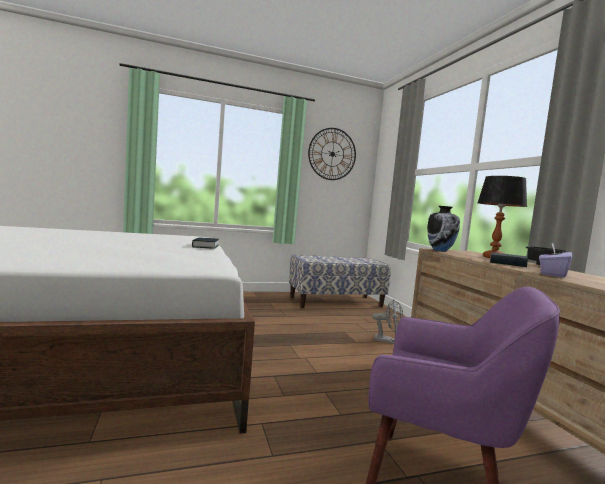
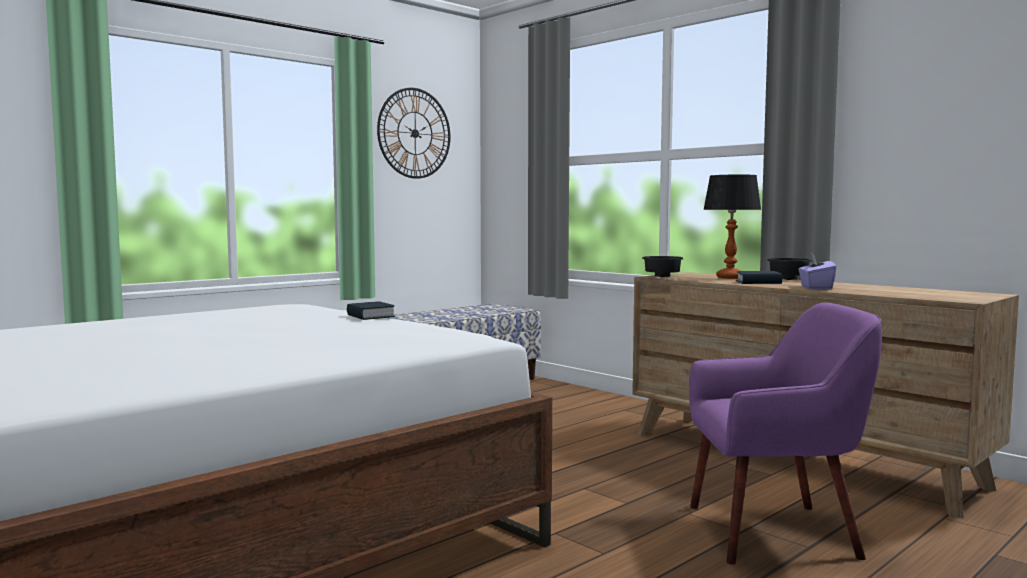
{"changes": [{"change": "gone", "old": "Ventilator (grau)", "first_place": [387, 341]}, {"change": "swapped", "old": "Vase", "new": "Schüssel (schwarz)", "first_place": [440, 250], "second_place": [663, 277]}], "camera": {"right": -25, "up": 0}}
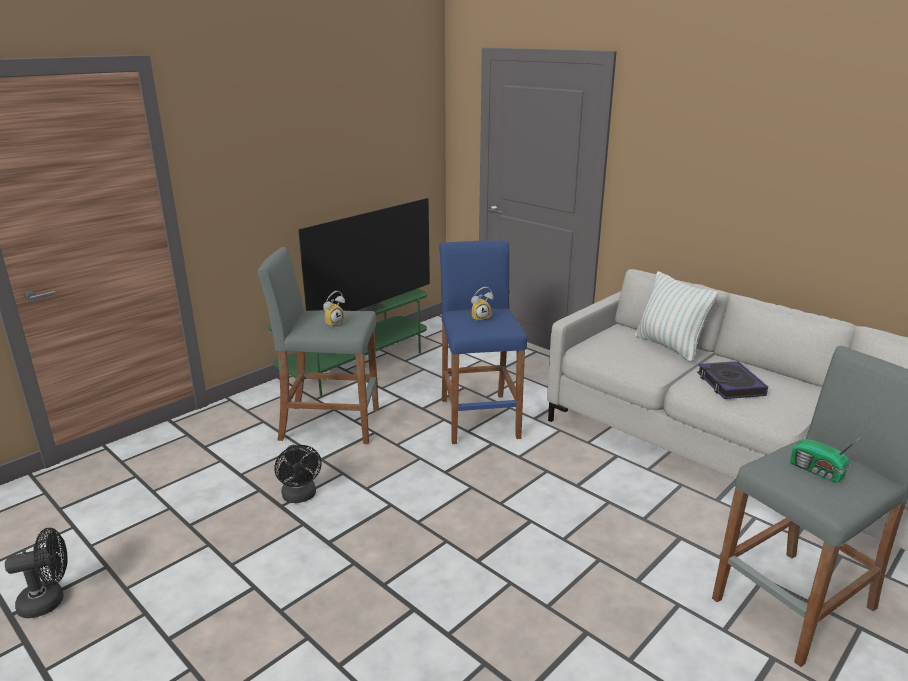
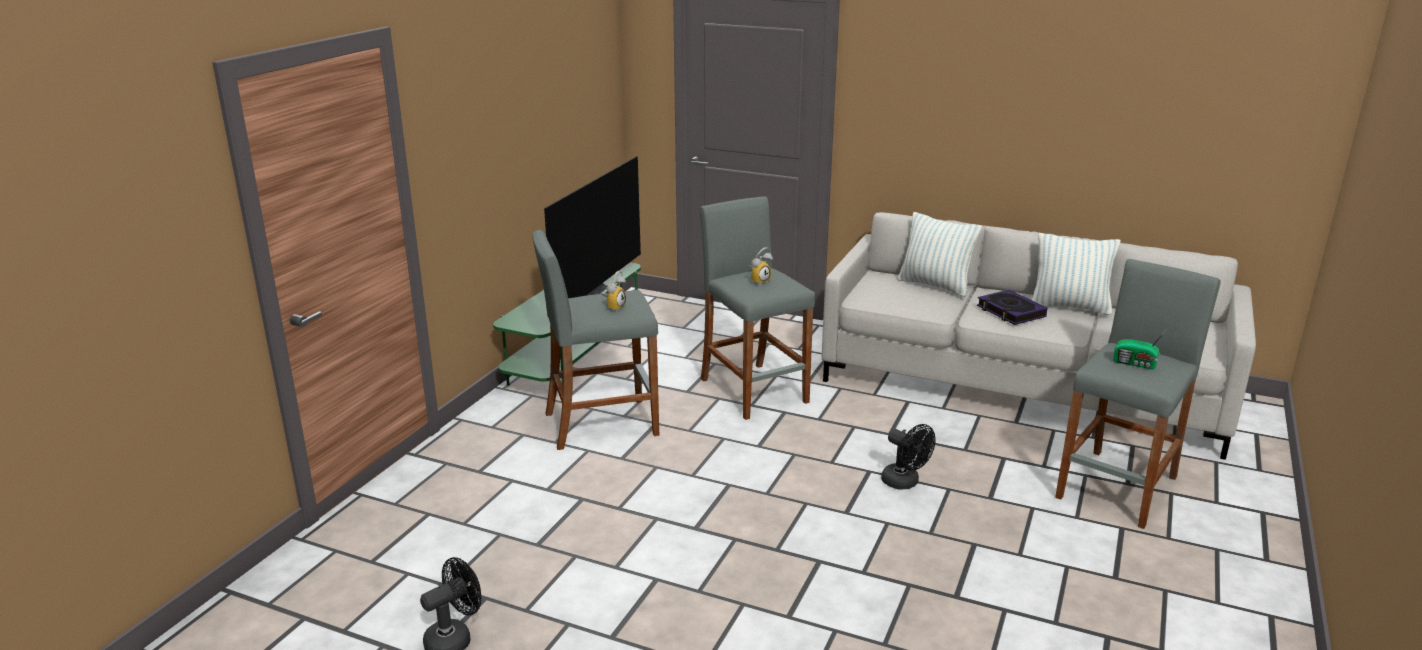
{"changes": [{"change": "new", "new": "Kissen", "second_place": [1069, 307]}, {"change": "shifted", "old": "Ventilator (schwarz)", "first_place": [300, 497], "second_place": [905, 483]}, {"change": "repainted", "old": "Hocker (blau)", "new": "Hocker (grau)", "first_place": [479, 418], "second_place": [753, 390]}], "camera": {"right": -20, "up": 0}}
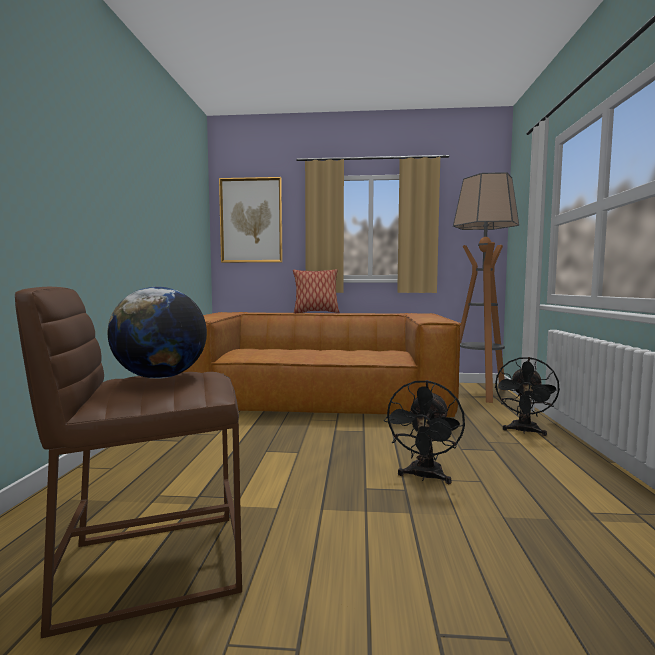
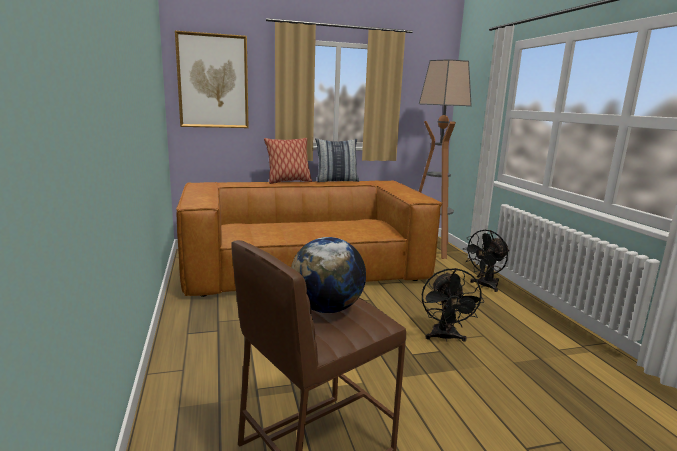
{"changes": [{"change": "new", "new": "Kissen", "second_place": [336, 181]}, {"change": "rotated", "old": "Ventilator (schwarz)", "first_place": [524, 431], "second_place": [484, 286], "degrees": 45}], "camera": {"right": -20, "up": 10}}
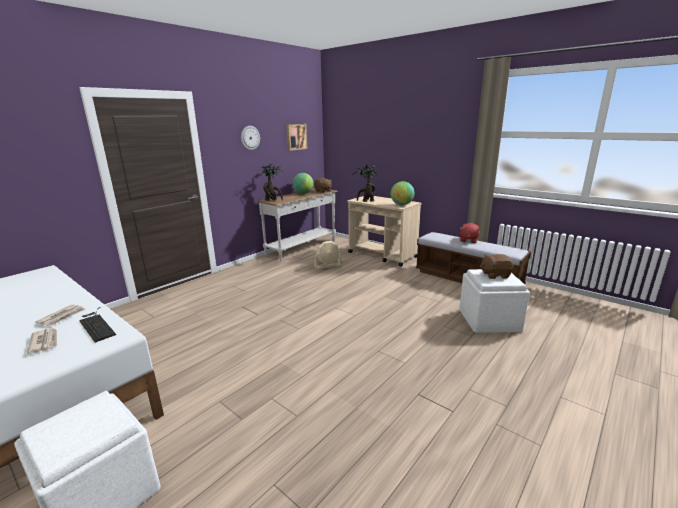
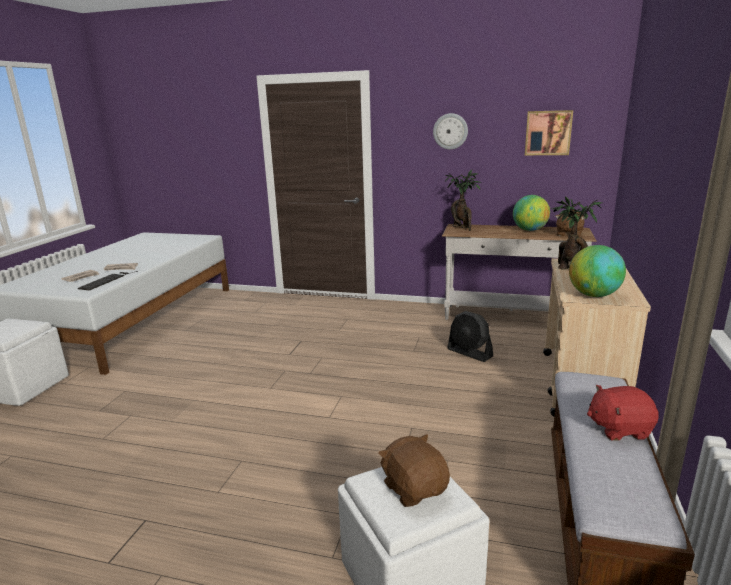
{"changes": [{"change": "repainted", "old": "Ventilator (beige)", "new": "Ventilator (schwarz)", "first_place": [328, 266], "second_place": [469, 353]}], "camera": {"right": 65, "up": 0}}
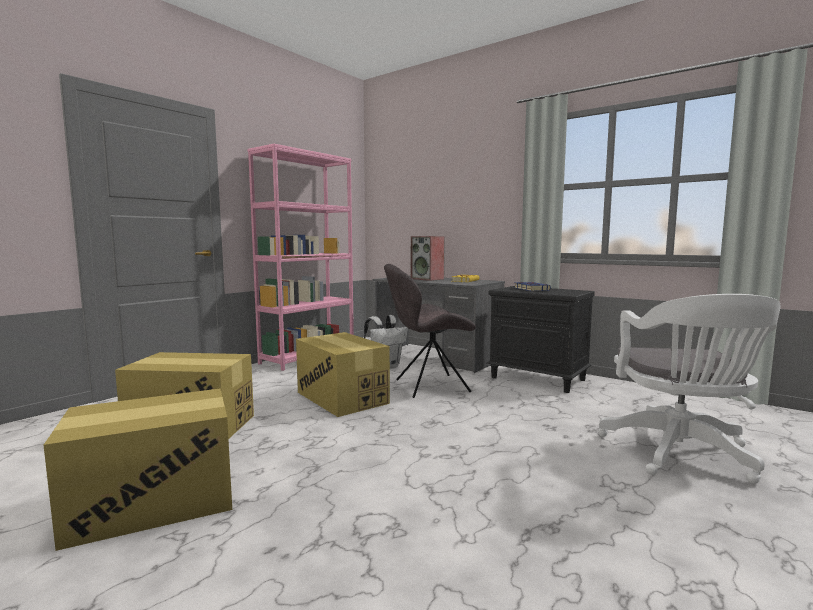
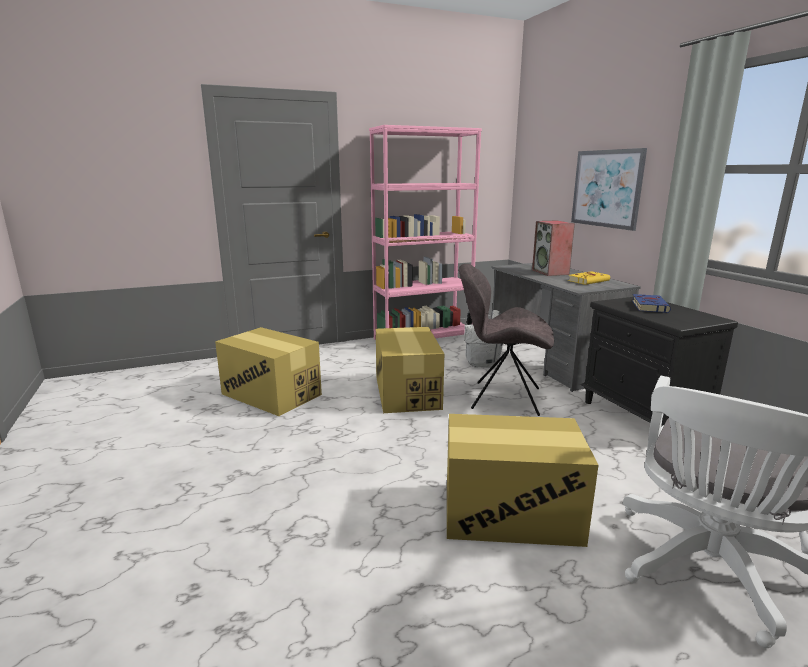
{"changes": [{"change": "new", "new": "Bild", "second_place": [606, 188]}, {"change": "shifted", "old": "Karton", "first_place": [154, 502], "second_place": [511, 512]}], "camera": {"right": 30, "up": 10}}
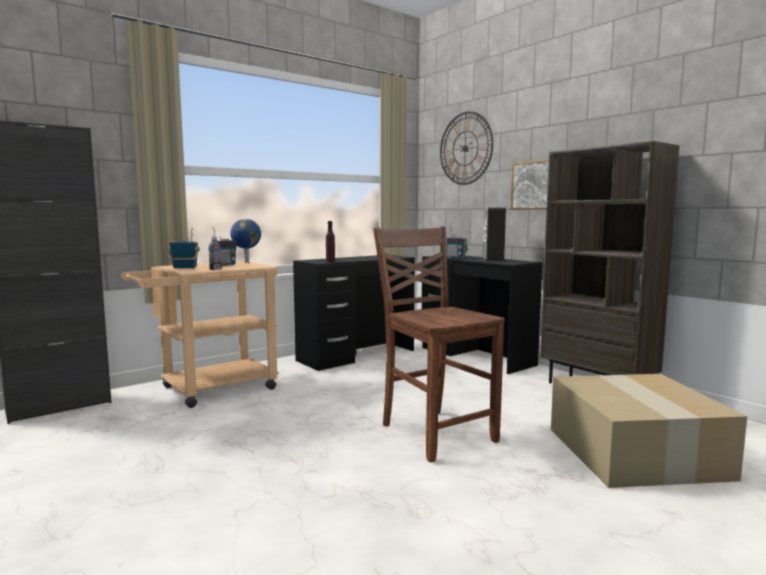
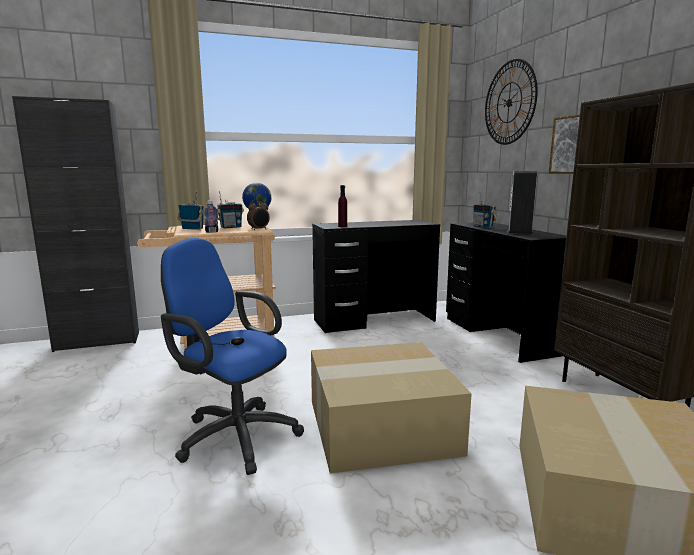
{"changes": [{"change": "new", "new": "Bürostuhl (blau)", "second_place": [233, 435]}, {"change": "new", "new": "Wecker", "second_place": [259, 229]}, {"change": "swapped", "old": "Stuhl (braun)", "new": "Karton", "first_place": [436, 432], "second_place": [383, 425]}], "camera": {"right": 20, "up": 5}}
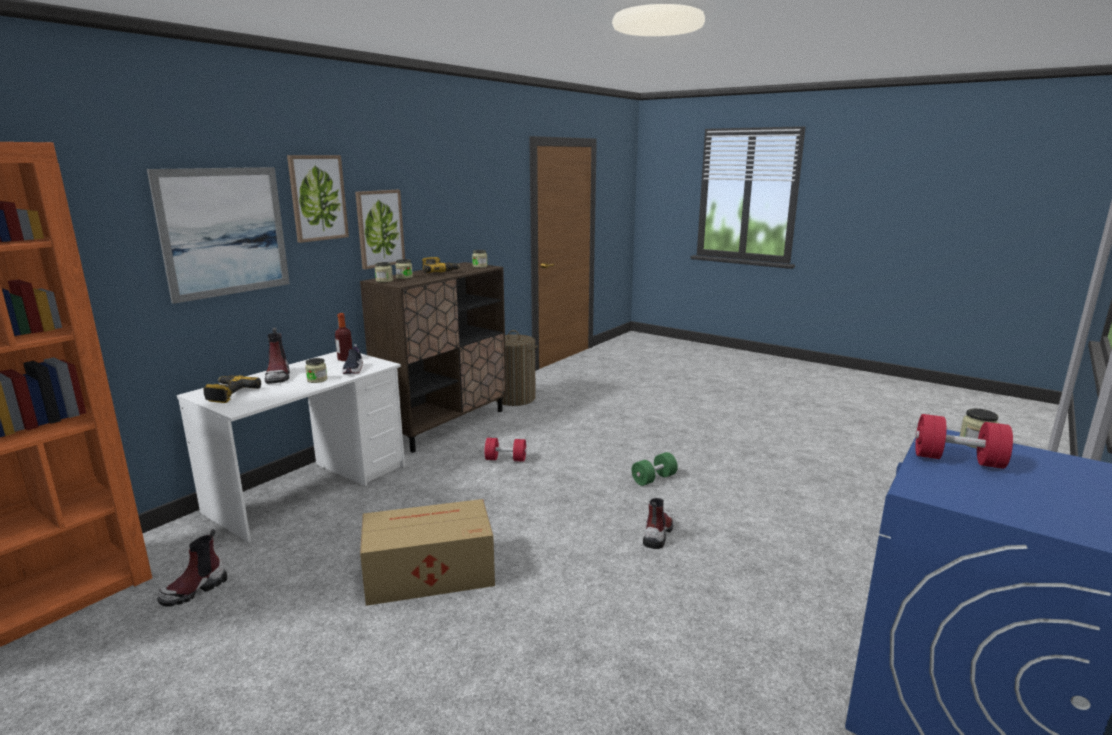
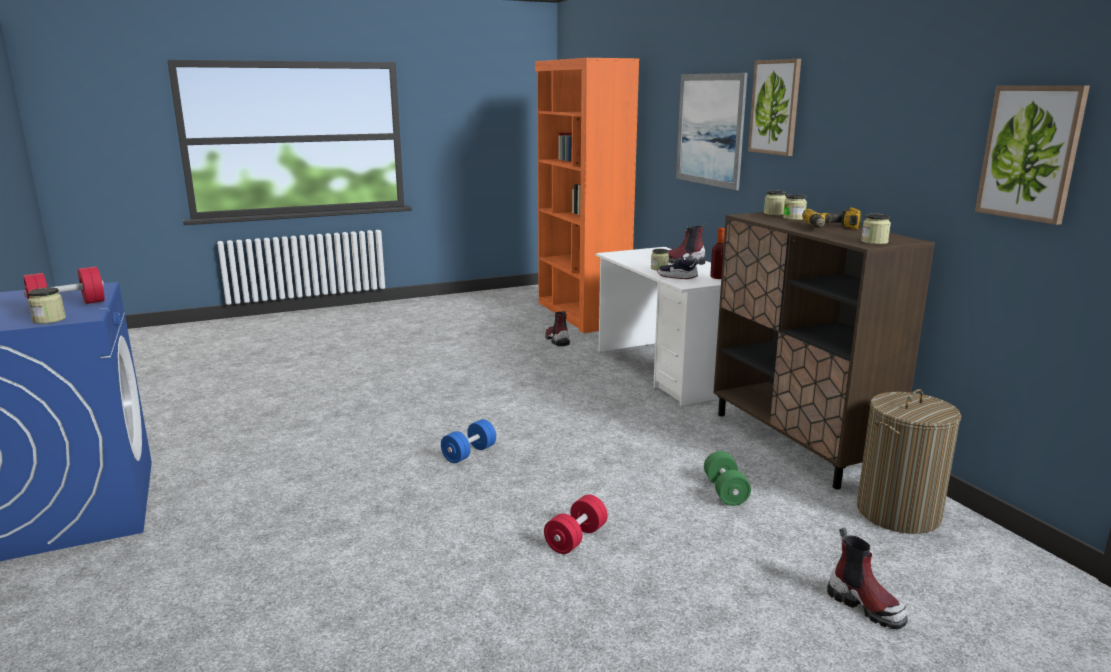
{"changes": [{"change": "gone", "old": "Bohrmaschine", "first_place": [228, 394]}, {"change": "gone", "old": "Karton", "first_place": [427, 573]}, {"change": "new", "new": "Hantel (blau)", "second_place": [469, 453]}, {"change": "shifted", "old": "Bild", "first_place": [380, 228], "second_place": [1030, 153]}, {"change": "shifted", "old": "Hantel (rot)", "first_place": [505, 459], "second_place": [576, 538]}, {"change": "shifted", "old": "Hantel (grün)", "first_place": [654, 479], "second_place": [725, 491]}, {"change": "shifted", "old": "Stiefel", "first_place": [657, 534], "second_place": [866, 606]}], "camera": {"right": 120, "up": 0}}
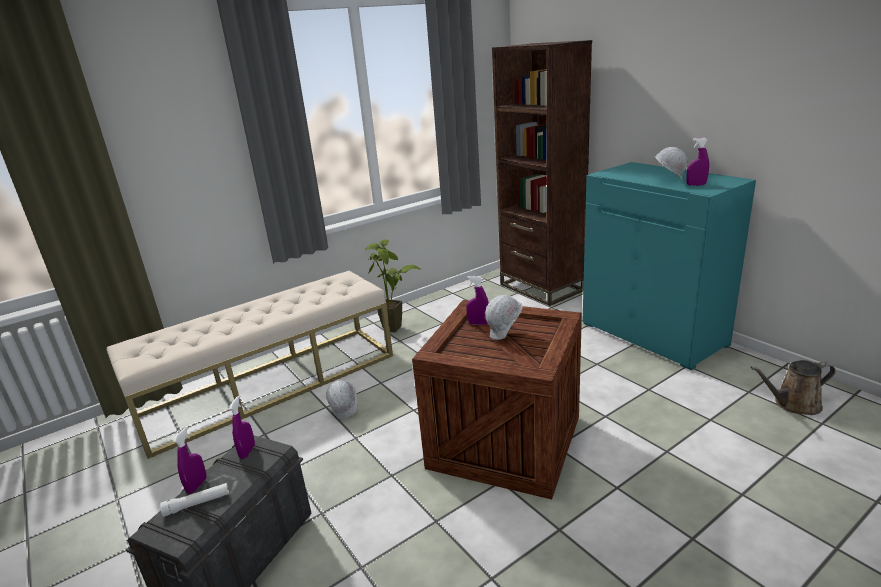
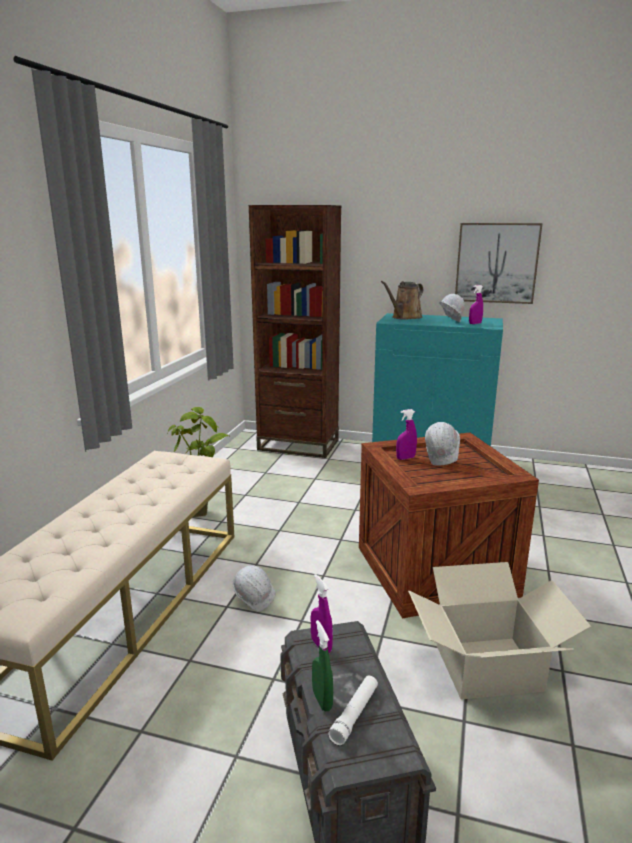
{"changes": [{"change": "new", "new": "Karton", "second_place": [489, 668]}, {"change": "new", "new": "Bild", "second_place": [496, 263]}, {"change": "shifted", "old": "Gießkanne (braun)", "first_place": [793, 404], "second_place": [405, 317]}, {"change": "repainted", "old": "Sprühflasche (lila)", "new": "Sprühflasche (grün)", "first_place": [197, 485], "second_place": [322, 700]}], "camera": {"right": -40, "up": -5}}
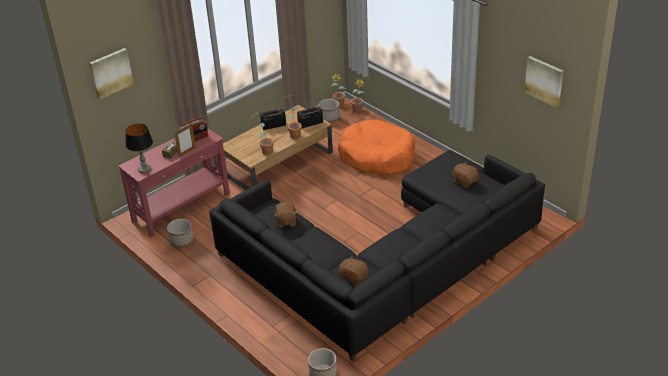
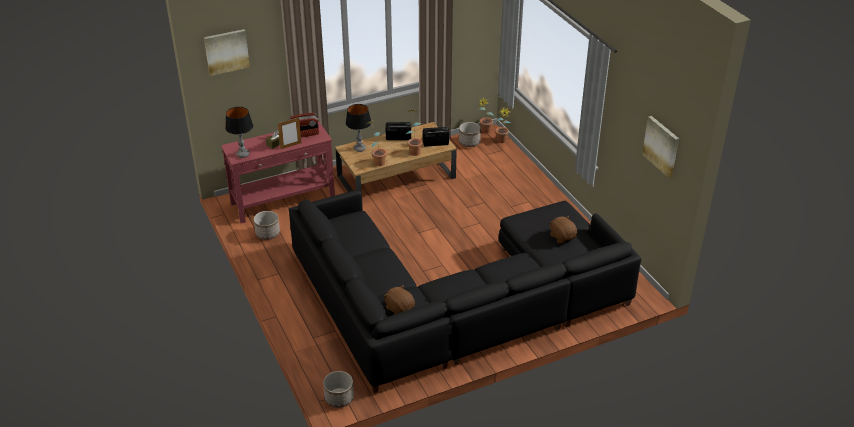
{"changes": [{"change": "gone", "old": "Plüschtier (braun)", "first_place": [286, 221]}, {"change": "gone", "old": "Hundebett (orange)", "first_place": [377, 156]}, {"change": "new", "new": "Tischlampe", "second_place": [359, 148]}], "camera": {"right": 15, "up": 0}}
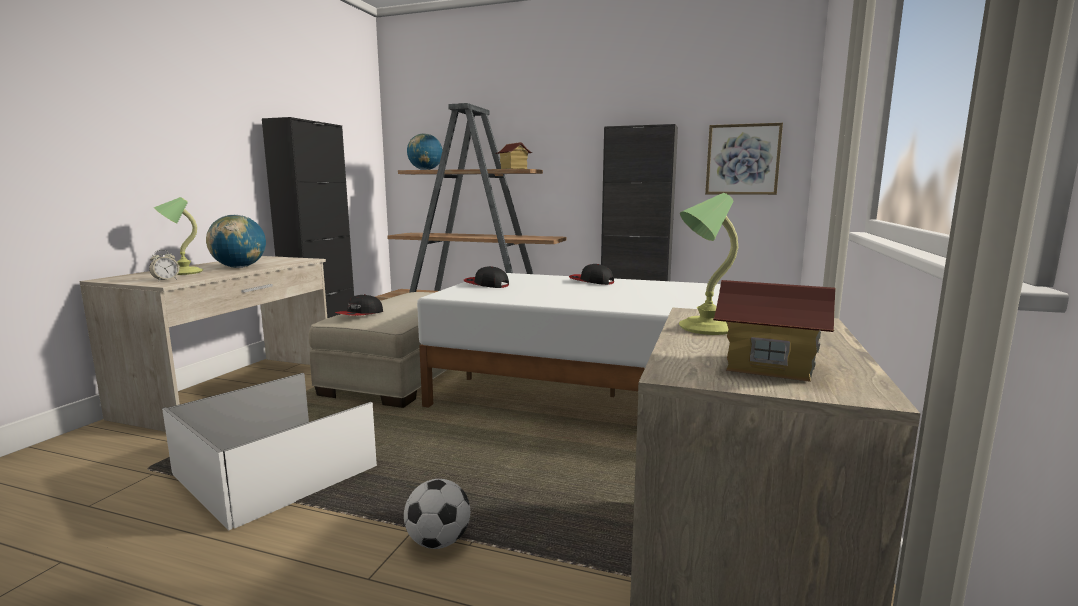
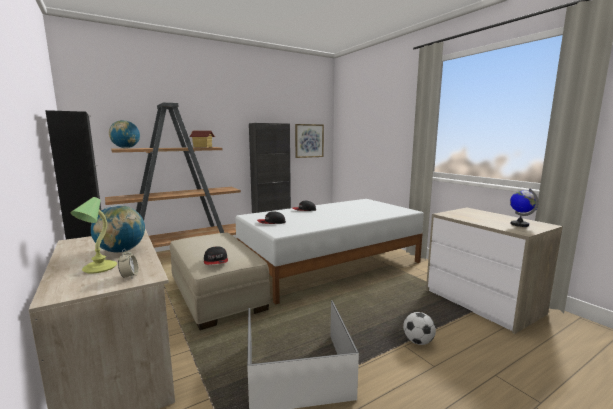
{"changes": [{"change": "gone", "old": "Tischlampe", "first_place": [704, 328]}, {"change": "swapped", "old": "Spielzeughaus", "new": "Globus", "first_place": [768, 367], "second_place": [519, 224]}], "camera": {"right": -50, "up": 0}}
